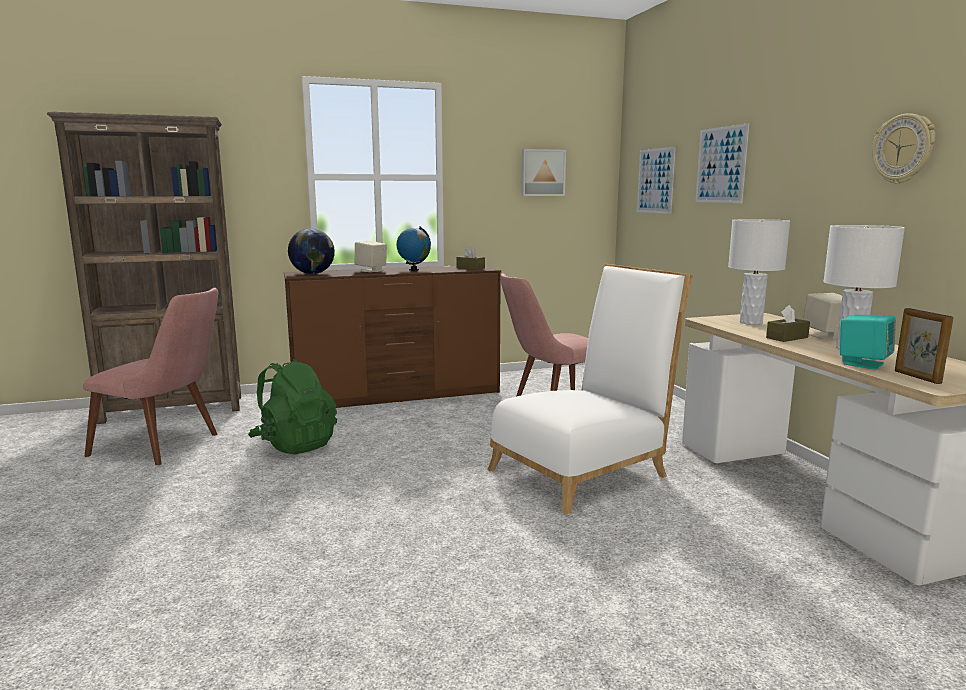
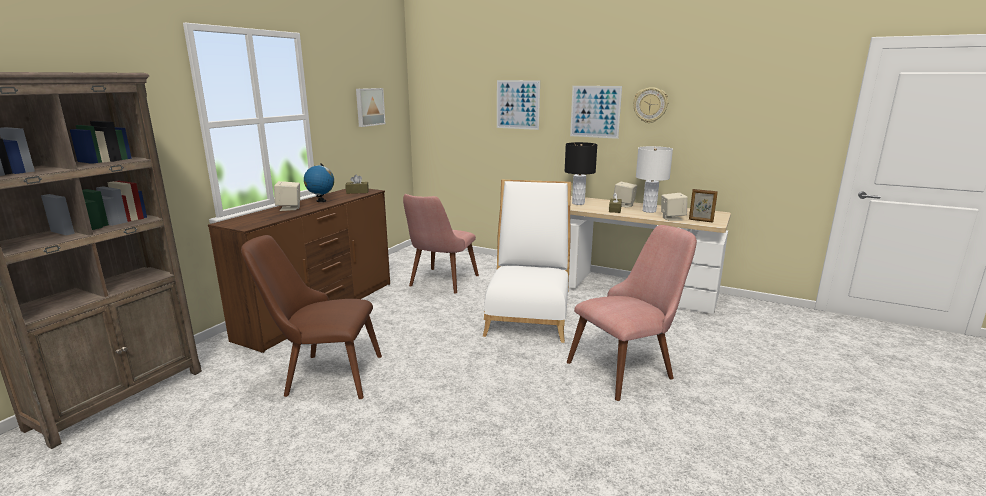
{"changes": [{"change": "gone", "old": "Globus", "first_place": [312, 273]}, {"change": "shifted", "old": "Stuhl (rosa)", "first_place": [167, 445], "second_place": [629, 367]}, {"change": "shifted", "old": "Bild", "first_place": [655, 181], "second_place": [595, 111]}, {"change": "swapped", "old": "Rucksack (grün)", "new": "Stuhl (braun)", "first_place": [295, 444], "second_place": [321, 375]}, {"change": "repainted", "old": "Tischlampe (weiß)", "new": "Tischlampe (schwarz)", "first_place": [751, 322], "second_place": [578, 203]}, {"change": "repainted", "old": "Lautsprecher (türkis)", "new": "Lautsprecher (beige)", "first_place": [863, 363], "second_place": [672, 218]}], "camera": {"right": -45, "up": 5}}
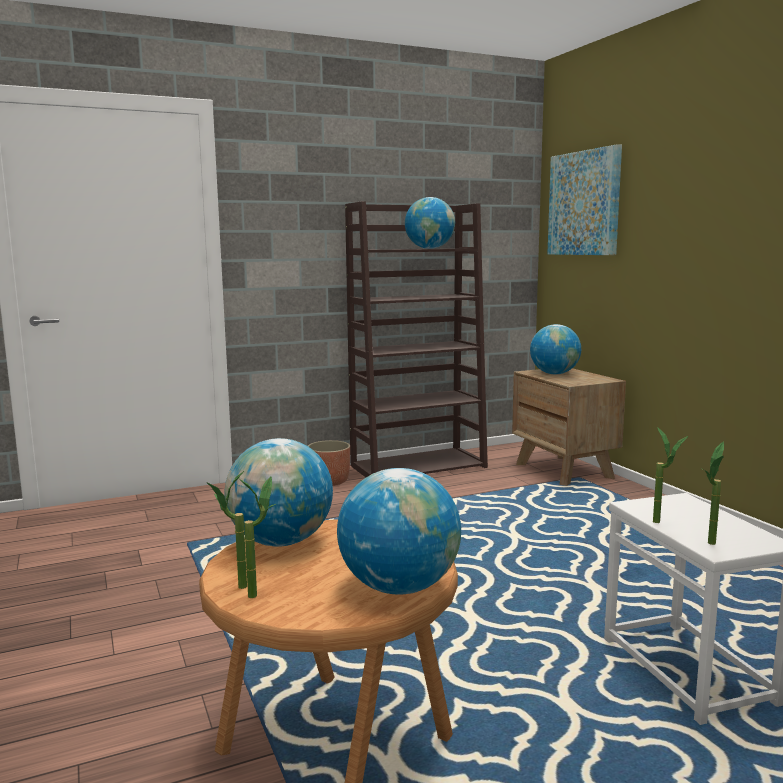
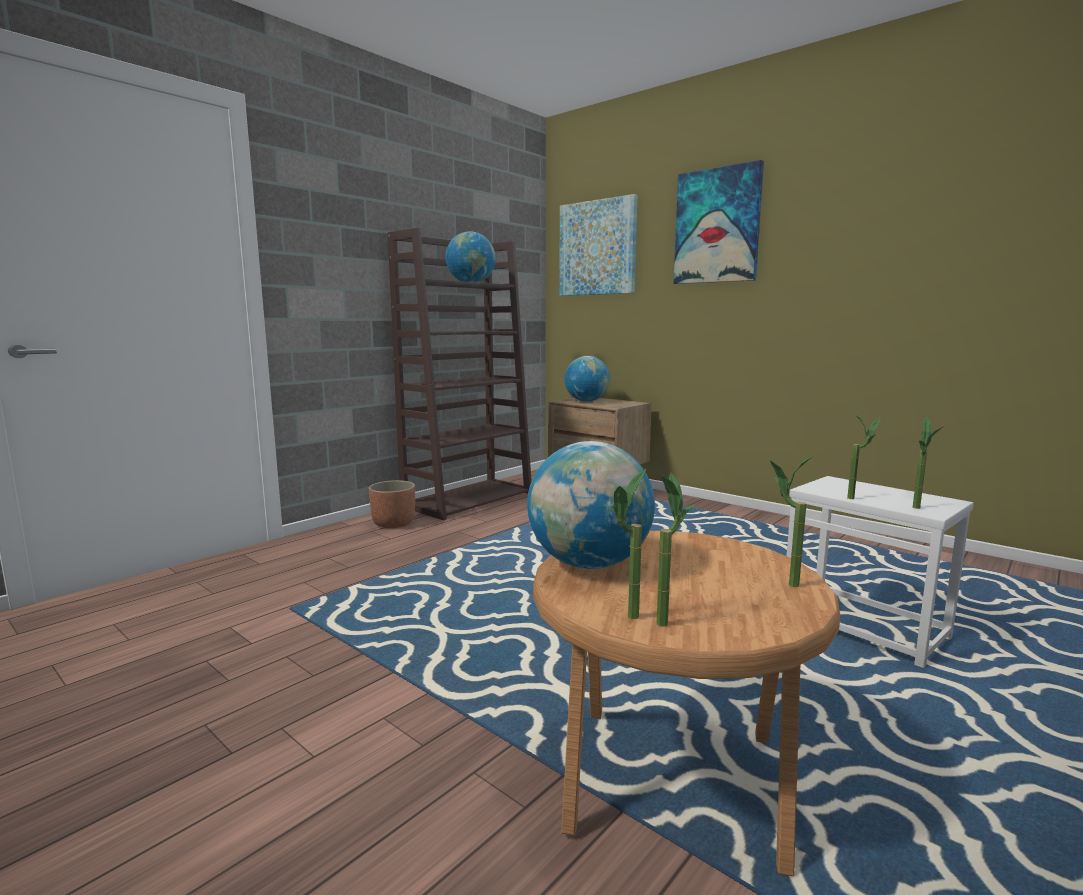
{"changes": [{"change": "new", "new": "Bild", "second_place": [717, 226]}, {"change": "swapped", "old": "Globus", "new": "Topfpflanze", "first_place": [399, 587], "second_place": [782, 584]}], "camera": {"right": -25, "up": 0}}
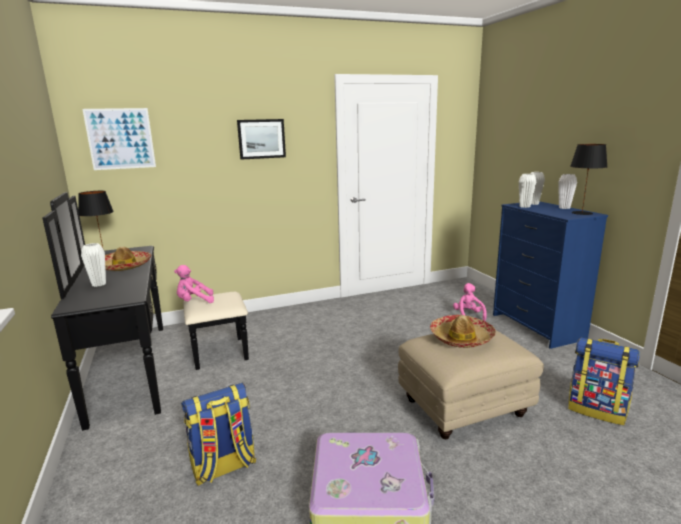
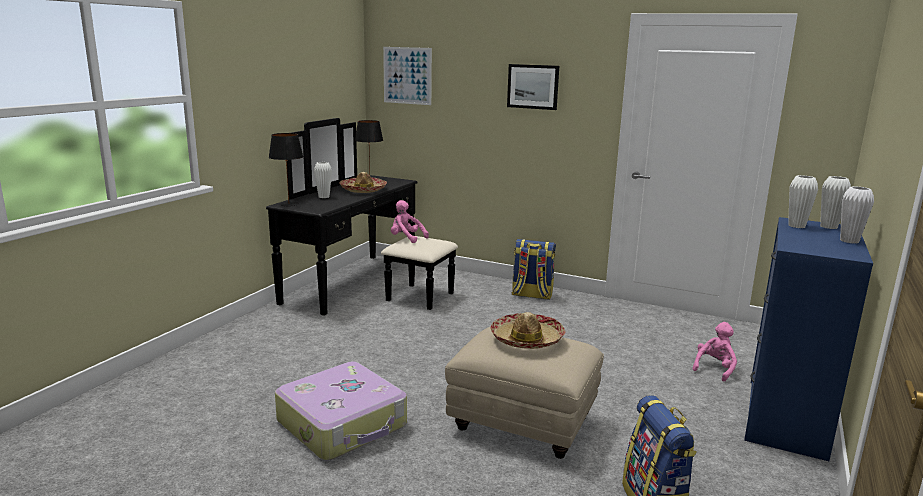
{"changes": [{"change": "shifted", "old": "Rucksack", "first_place": [223, 467], "second_place": [531, 295]}, {"change": "shifted", "old": "Tischlampe (schwarz)", "first_place": [581, 213], "second_place": [289, 204]}], "camera": {"right": 45, "up": 0}}
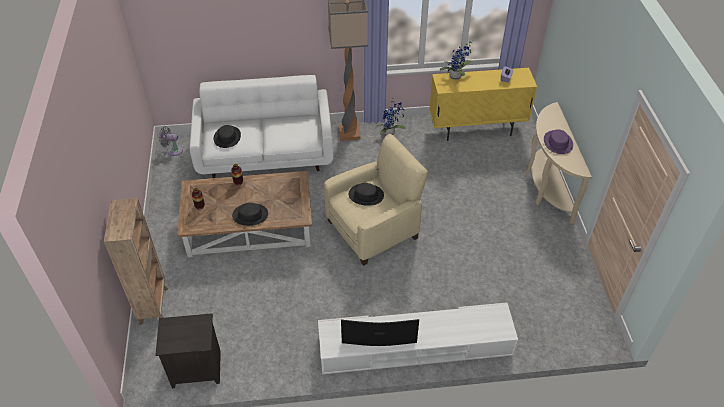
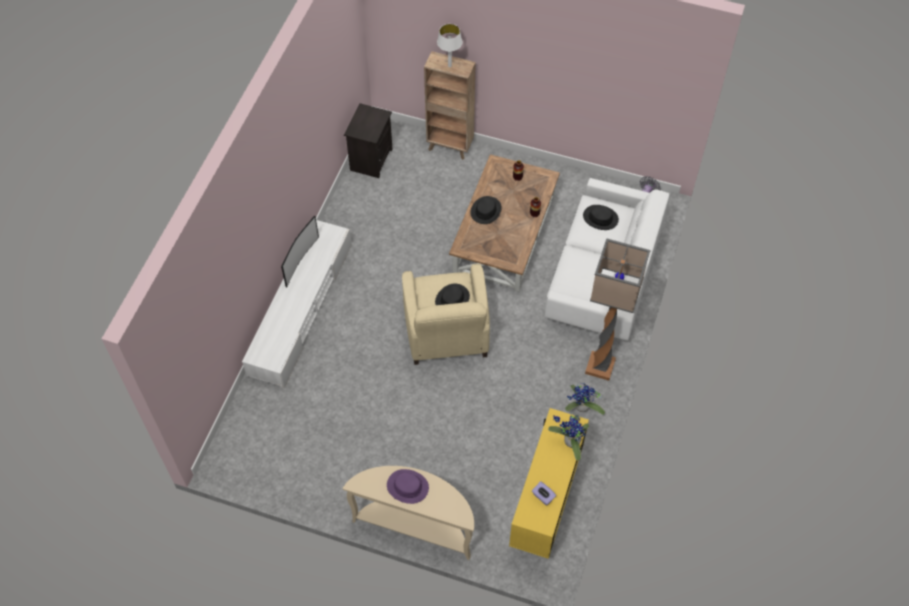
{"changes": [{"change": "new", "new": "Tischlampe (weiß)", "second_place": [450, 65]}], "camera": {"right": 115, "up": 10}}
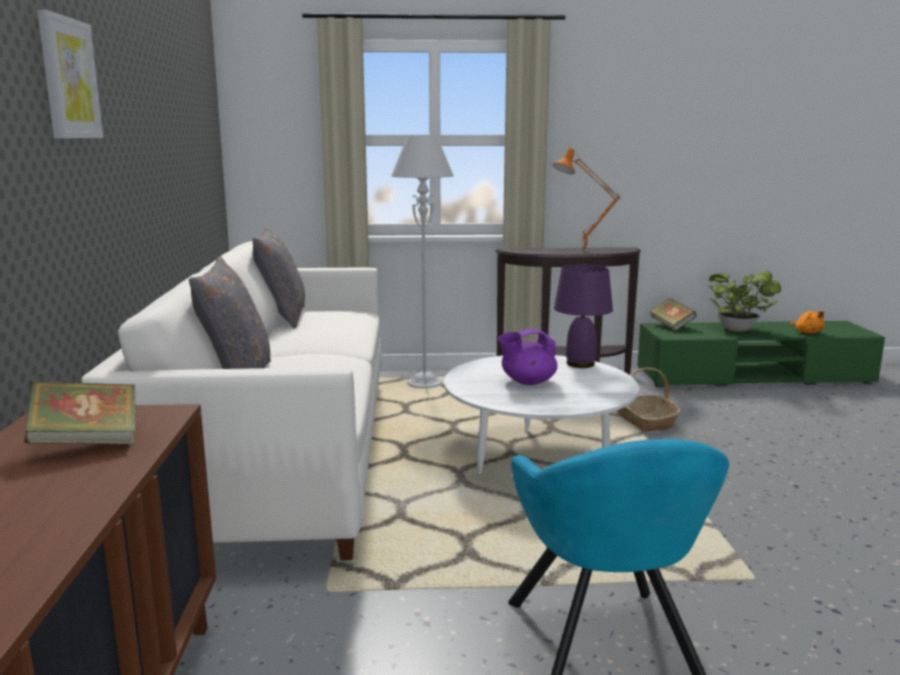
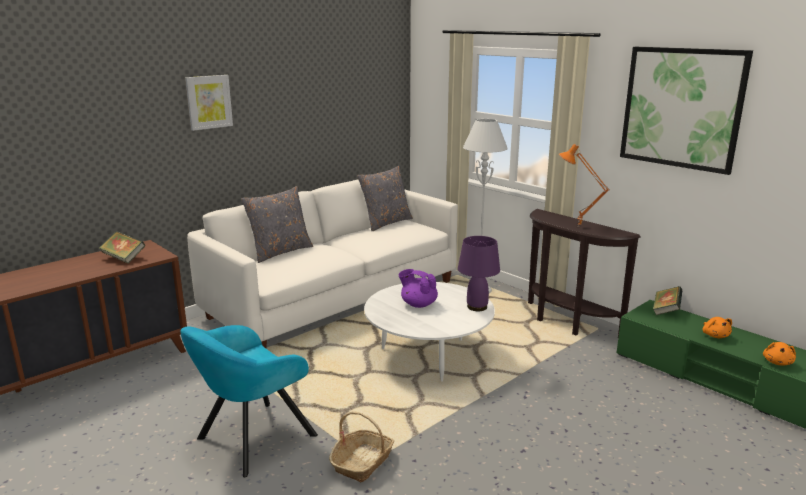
{"changes": [{"change": "new", "new": "Bild", "second_place": [681, 108]}, {"change": "shifted", "old": "Korb", "first_place": [644, 421], "second_place": [362, 462]}, {"change": "swapped", "old": "Topfpflanze", "new": "Plüschtier (orange)", "first_place": [739, 330], "second_place": [715, 335]}], "camera": {"right": 50, "up": 5}}
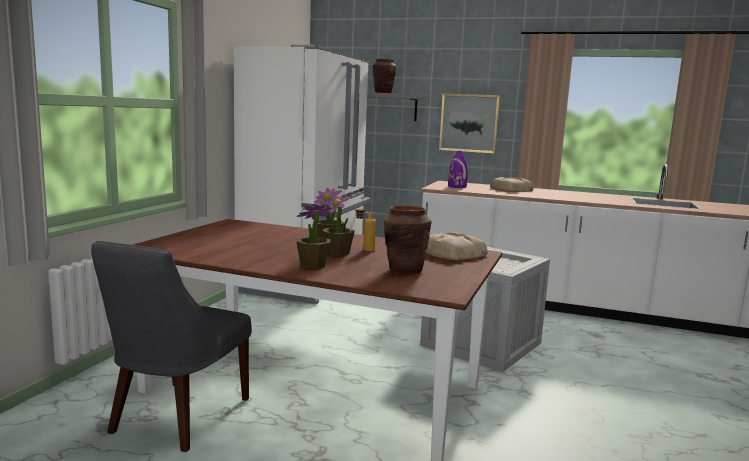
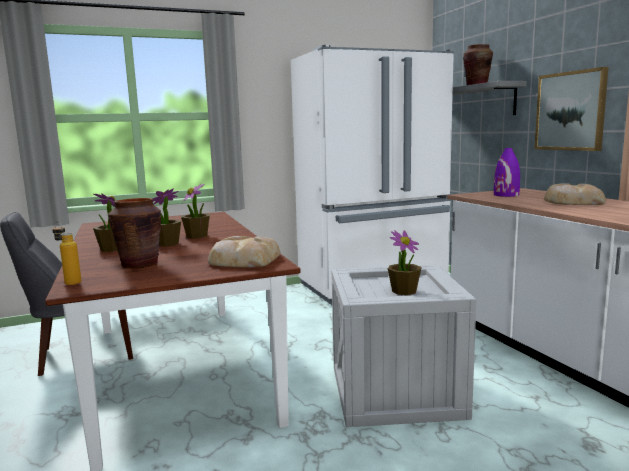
{"changes": [{"change": "new", "new": "Topfpflanze", "second_place": [404, 291]}, {"change": "shifted", "old": "Flasche", "first_place": [364, 250], "second_place": [69, 282]}], "camera": {"right": 50, "up": 0}}
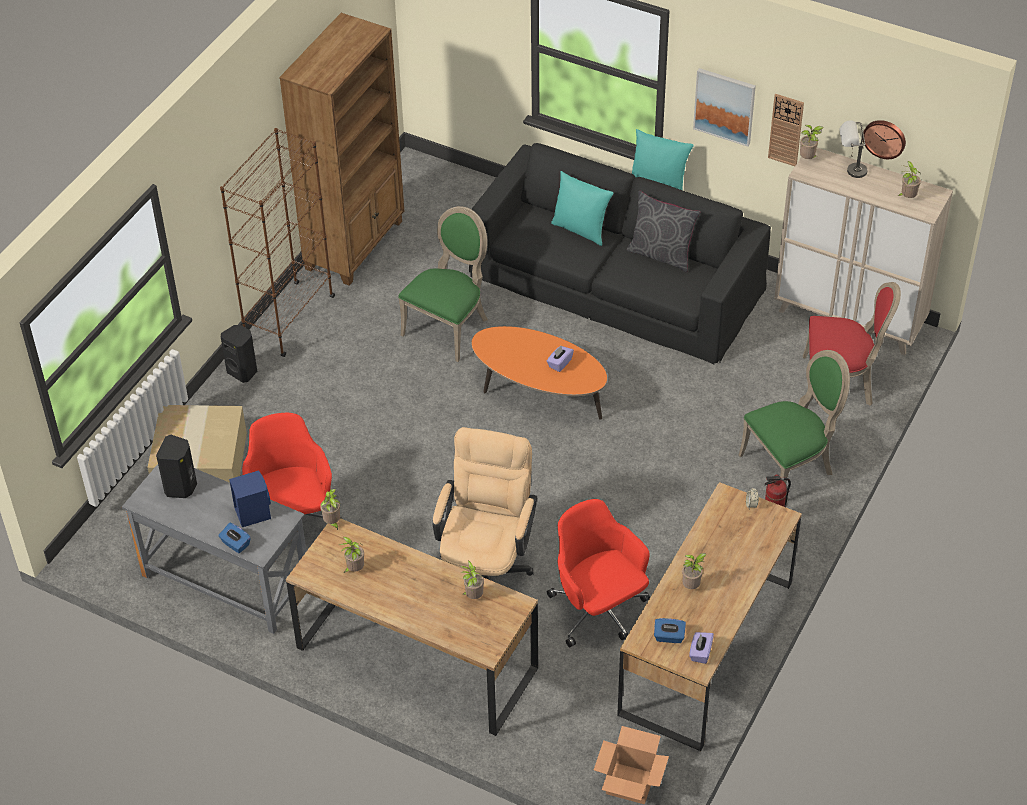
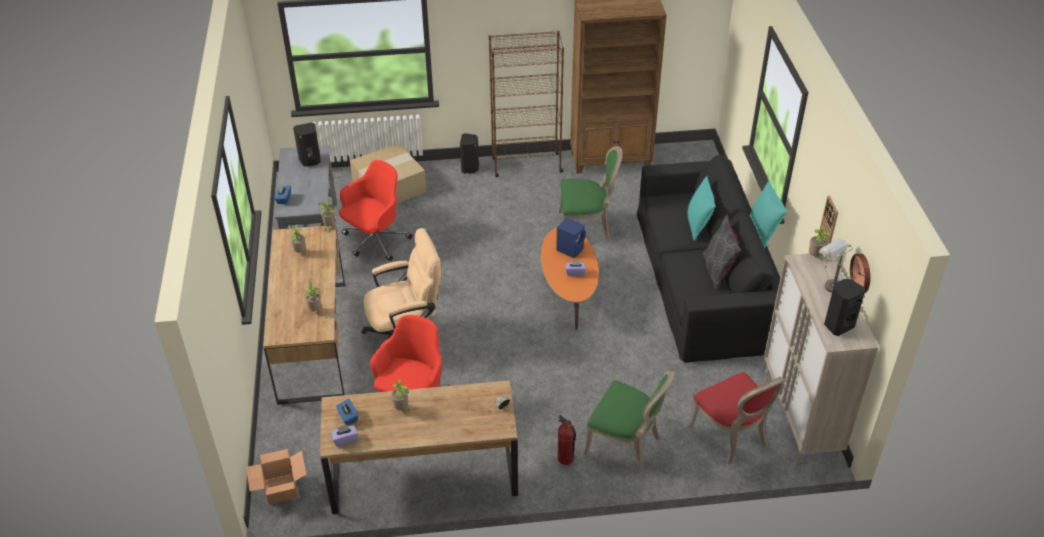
{"changes": [{"change": "gone", "old": "Bild", "first_place": [724, 106]}, {"change": "shifted", "old": "Lautsprecher (blau)", "first_place": [253, 512], "second_place": [570, 249]}, {"change": "swapped", "old": "Topfpflanze", "new": "Lautsprecher (schwarz)", "first_place": [907, 197], "second_place": [838, 325]}], "camera": {"right": 55, "up": -5}}
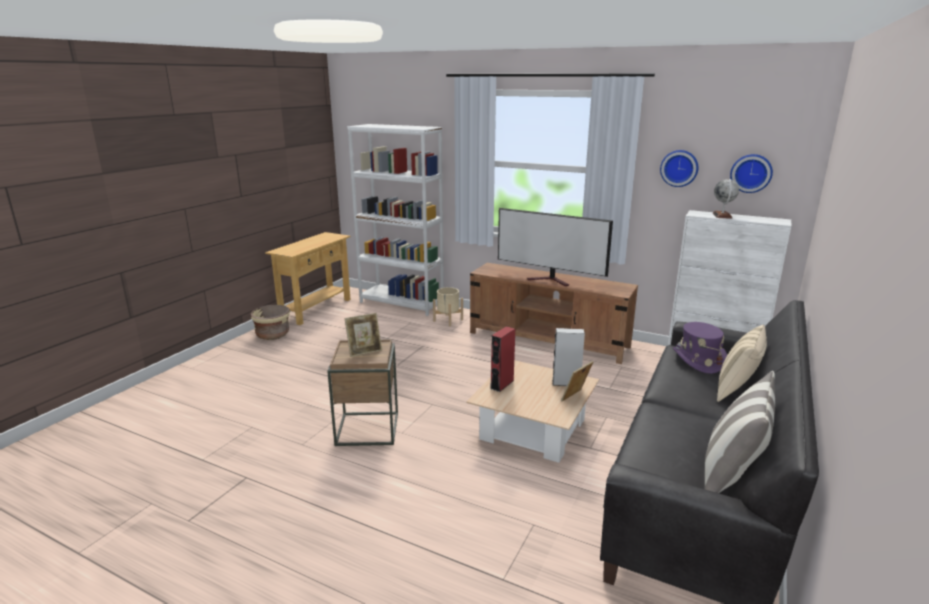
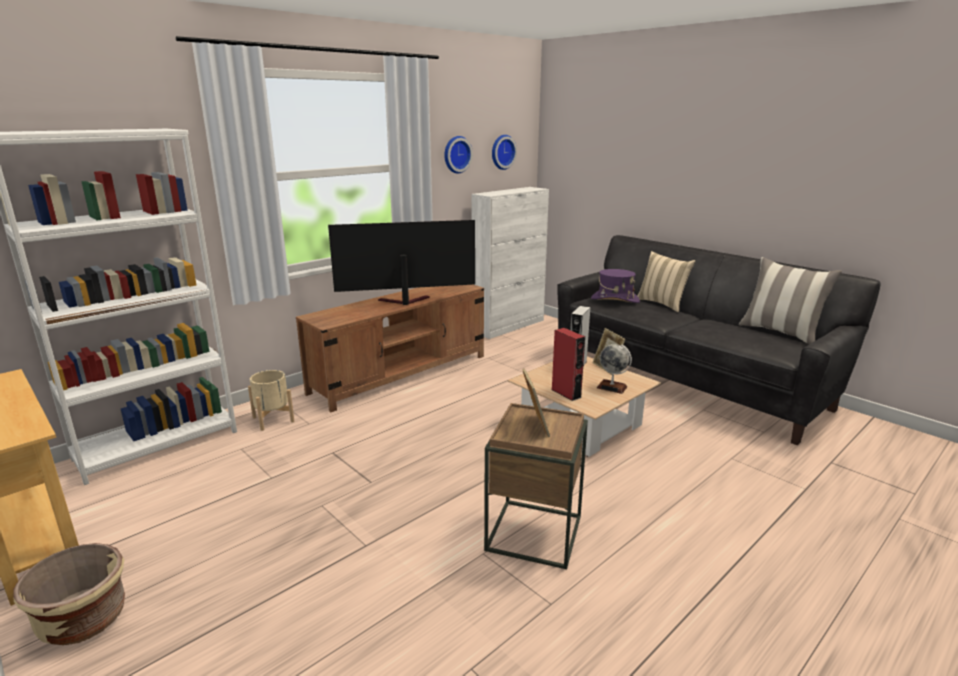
{"changes": [{"change": "shifted", "old": "Globus", "first_place": [722, 216], "second_place": [612, 387]}, {"change": "rotated", "old": "Fernseher", "first_place": [551, 280], "second_place": [403, 302], "degrees": -150}], "camera": {"right": -70, "up": 0}}
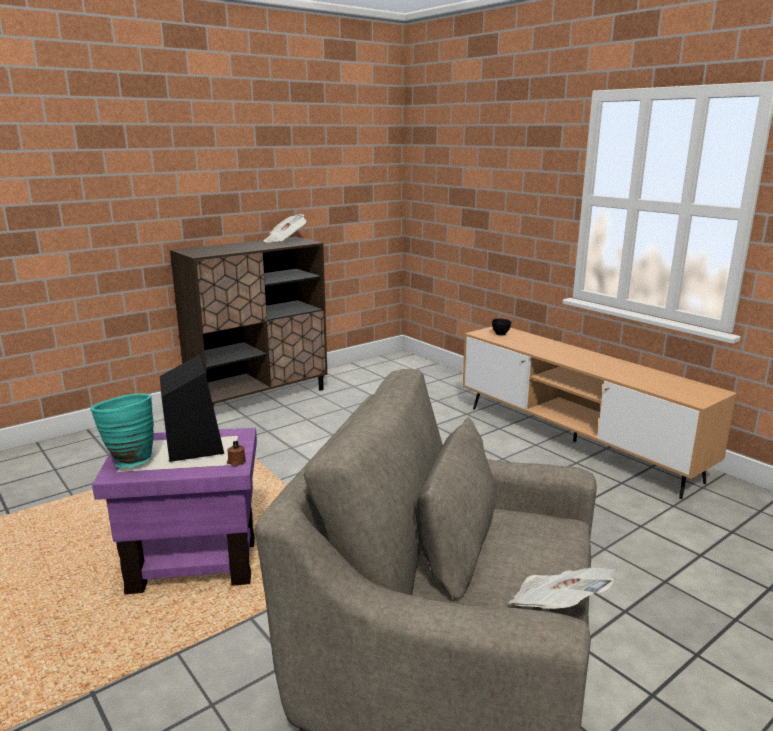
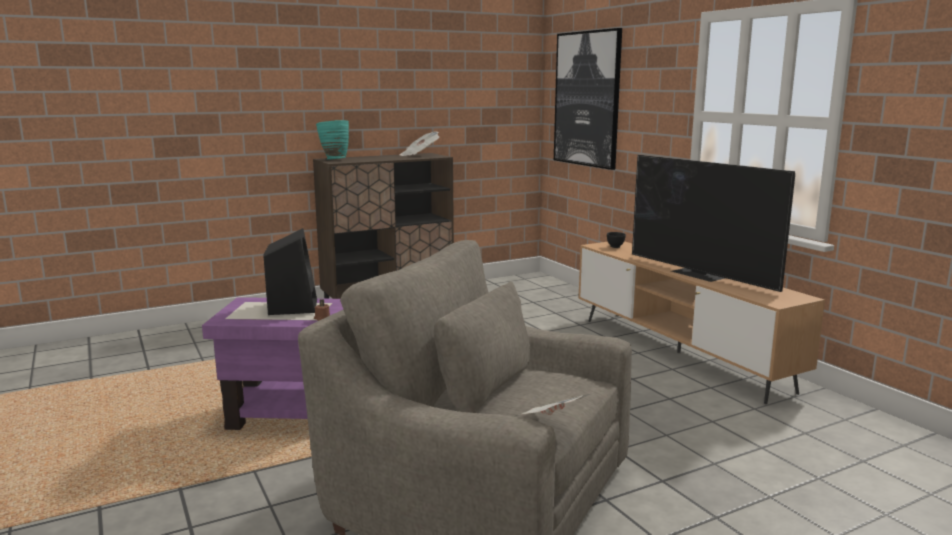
{"changes": [{"change": "new", "new": "Bild", "second_place": [587, 99]}, {"change": "new", "new": "Fernseher", "second_place": [699, 274]}, {"change": "shifted", "old": "Vase (türkis)", "first_place": [129, 461], "second_place": [333, 159]}], "camera": {"right": 10, "up": -5}}
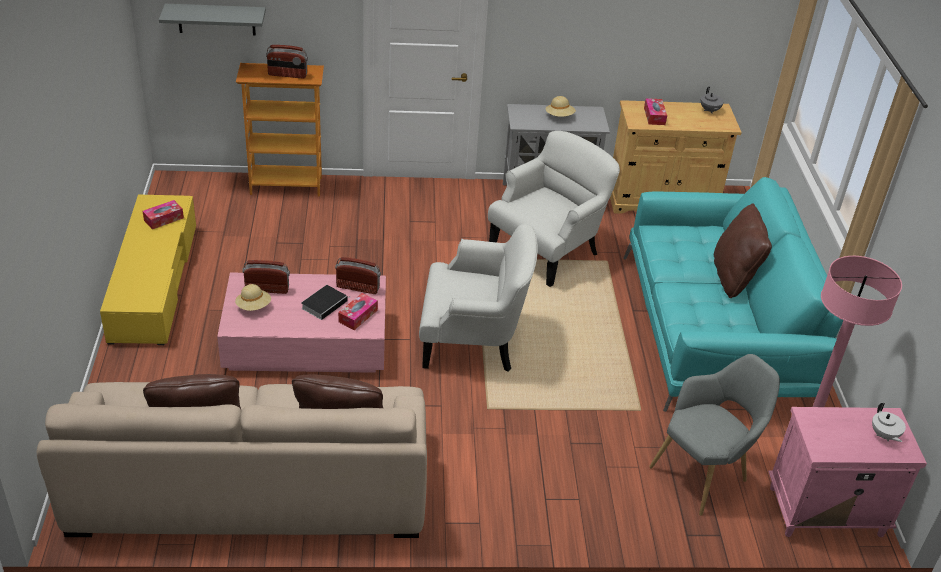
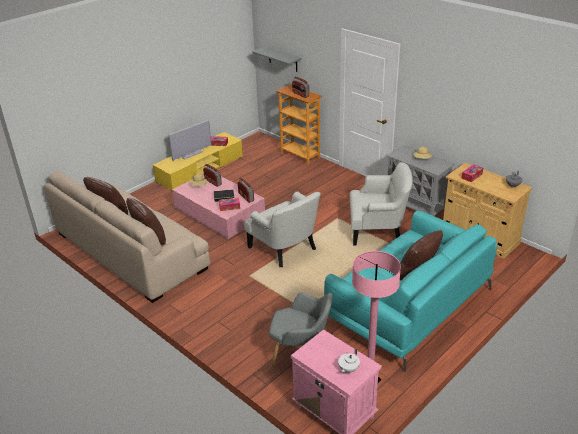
{"changes": [{"change": "new", "new": "Fernseher", "second_place": [191, 154]}], "camera": {"right": 50, "up": -5}}
